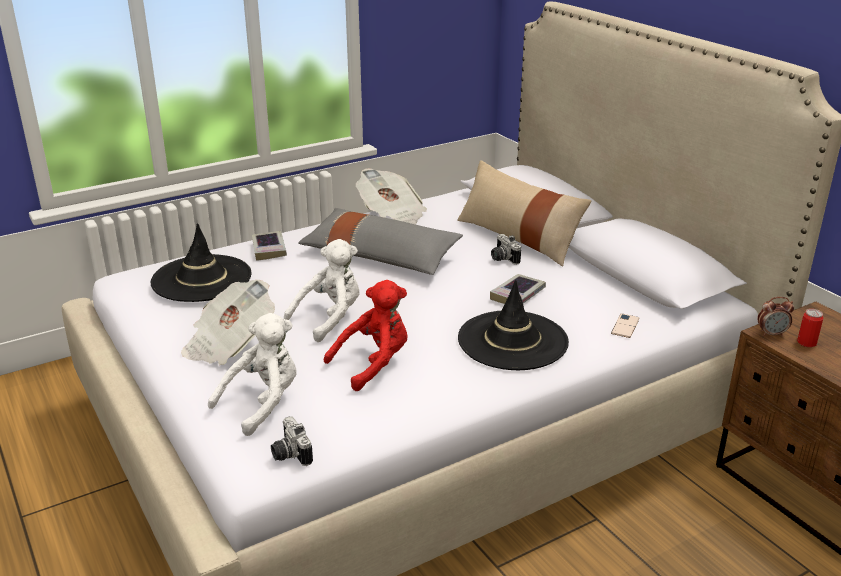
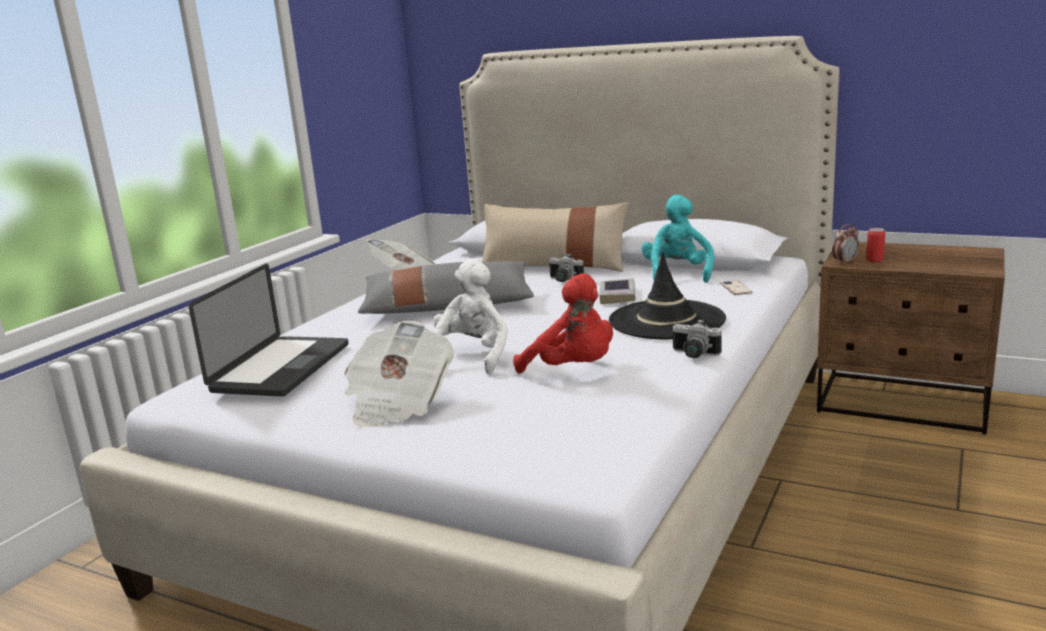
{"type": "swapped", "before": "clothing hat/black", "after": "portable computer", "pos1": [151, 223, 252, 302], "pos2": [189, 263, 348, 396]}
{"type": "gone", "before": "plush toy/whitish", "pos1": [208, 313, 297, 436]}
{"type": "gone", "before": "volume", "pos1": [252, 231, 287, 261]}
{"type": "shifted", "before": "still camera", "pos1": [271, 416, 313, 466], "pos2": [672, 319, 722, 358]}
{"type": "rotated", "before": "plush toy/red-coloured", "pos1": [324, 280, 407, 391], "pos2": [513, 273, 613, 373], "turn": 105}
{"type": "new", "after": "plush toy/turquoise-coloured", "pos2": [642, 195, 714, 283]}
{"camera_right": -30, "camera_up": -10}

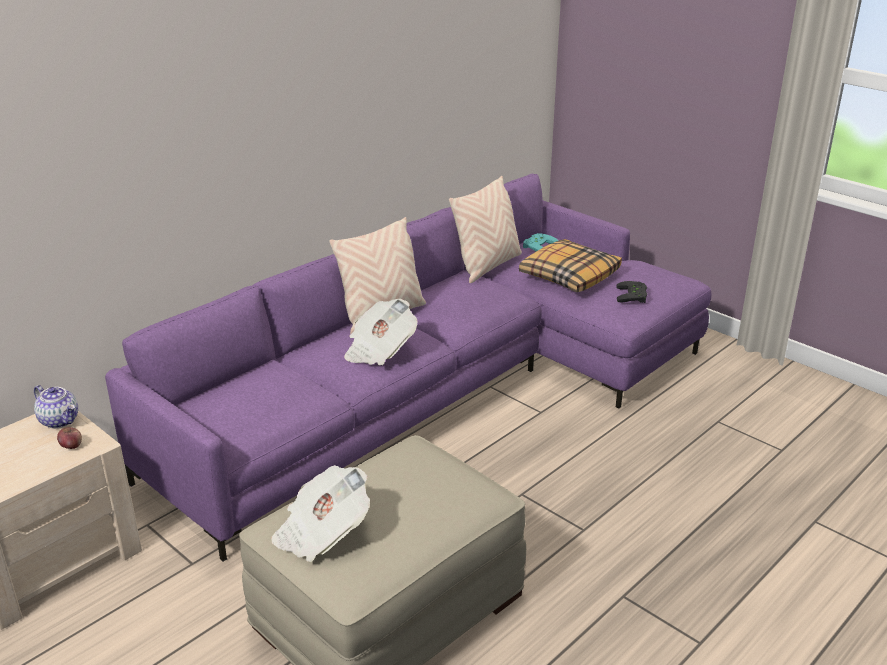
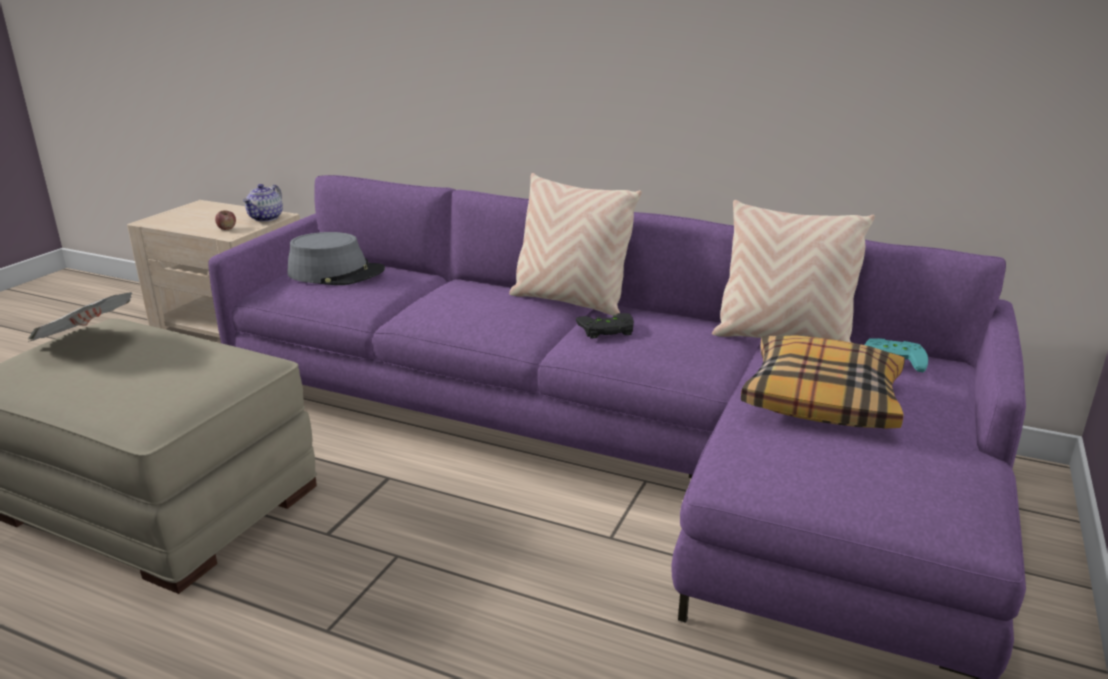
{"type": "gone", "before": "daily paper", "pos1": [344, 299, 417, 366]}
{"type": "shifted", "before": "joypad/black", "pos1": [616, 281, 647, 303], "pos2": [576, 313, 634, 339]}
{"type": "new", "after": "clothing hat/gray", "pos2": [287, 232, 385, 285]}
{"camera_right": 70, "camera_up": -5}

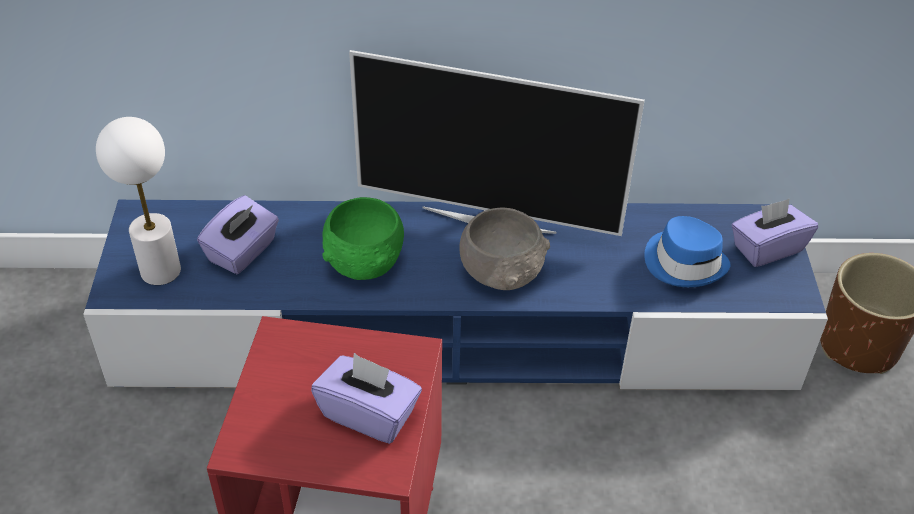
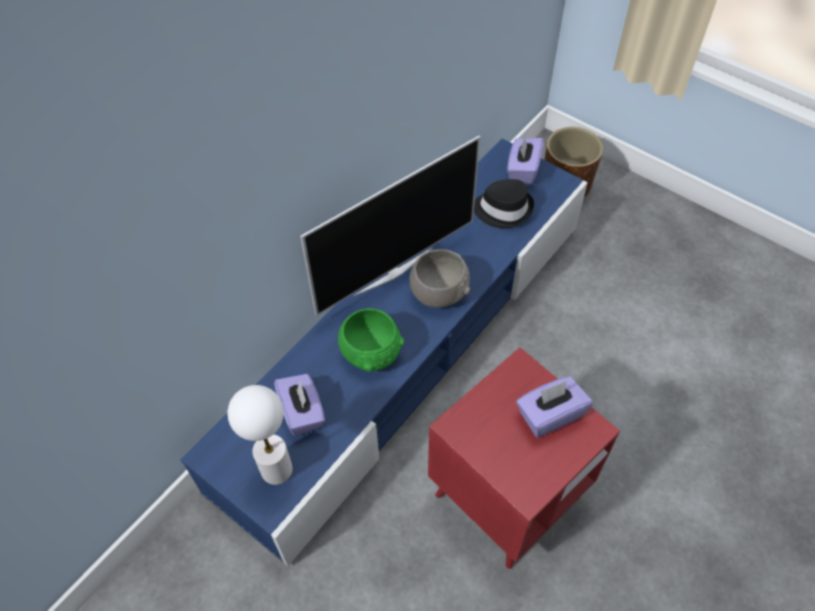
{"type": "repainted", "before": "clothing hat/blue-coloured", "after": "clothing hat/black", "pos1": [644, 216, 731, 287], "pos2": [474, 179, 534, 228]}
{"camera_right": -50, "camera_up": 10}

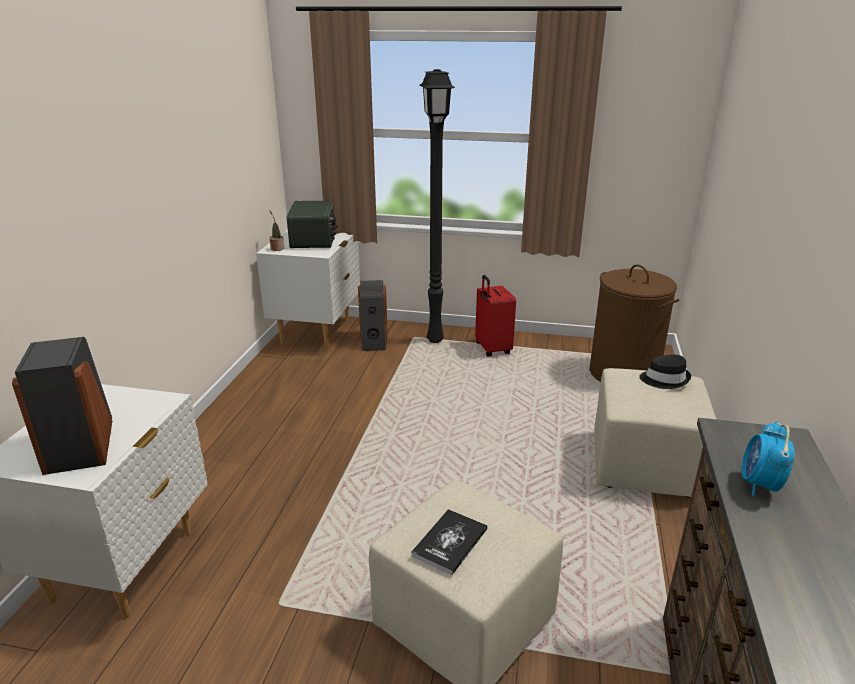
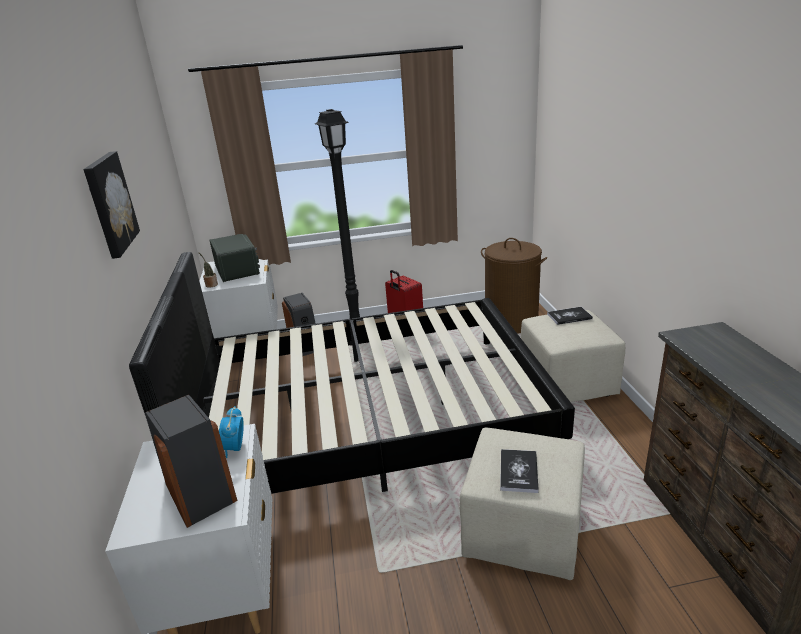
{"type": "swapped", "before": "clothing hat/black", "after": "volume", "pos1": [639, 355, 691, 389], "pos2": [547, 307, 593, 325]}
{"type": "shifted", "before": "alarm clock", "pos1": [742, 421, 794, 496], "pos2": [219, 406, 244, 458]}
{"type": "new", "after": "picture", "pos2": [83, 151, 140, 259]}
{"type": "new", "after": "bedroom bed/black", "pos2": [129, 252, 575, 494]}
{"camera_right": -20, "camera_up": 0}

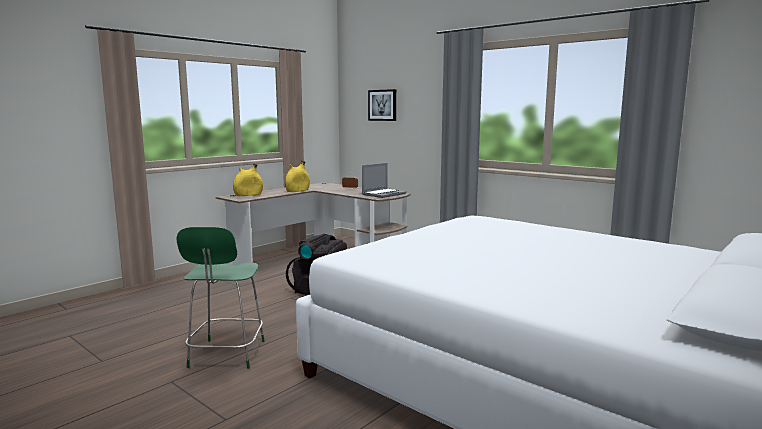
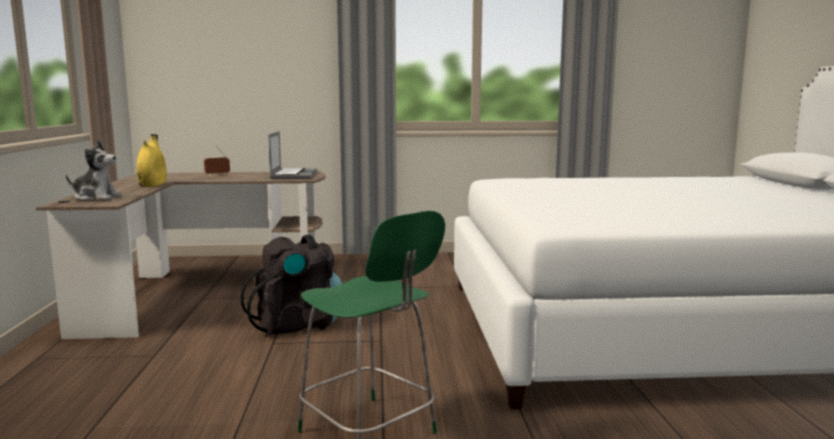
{"type": "swapped", "before": "decorative vase/yellow", "after": "plush toy", "pos1": [233, 163, 263, 196], "pos2": [66, 140, 122, 201]}
{"type": "gone", "before": "picture", "pos1": [368, 89, 396, 121]}
{"camera_right": -45, "camera_up": 0}

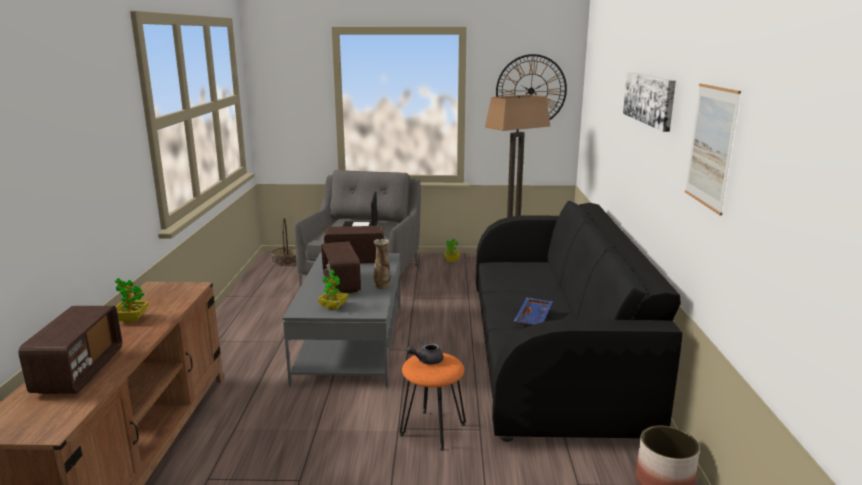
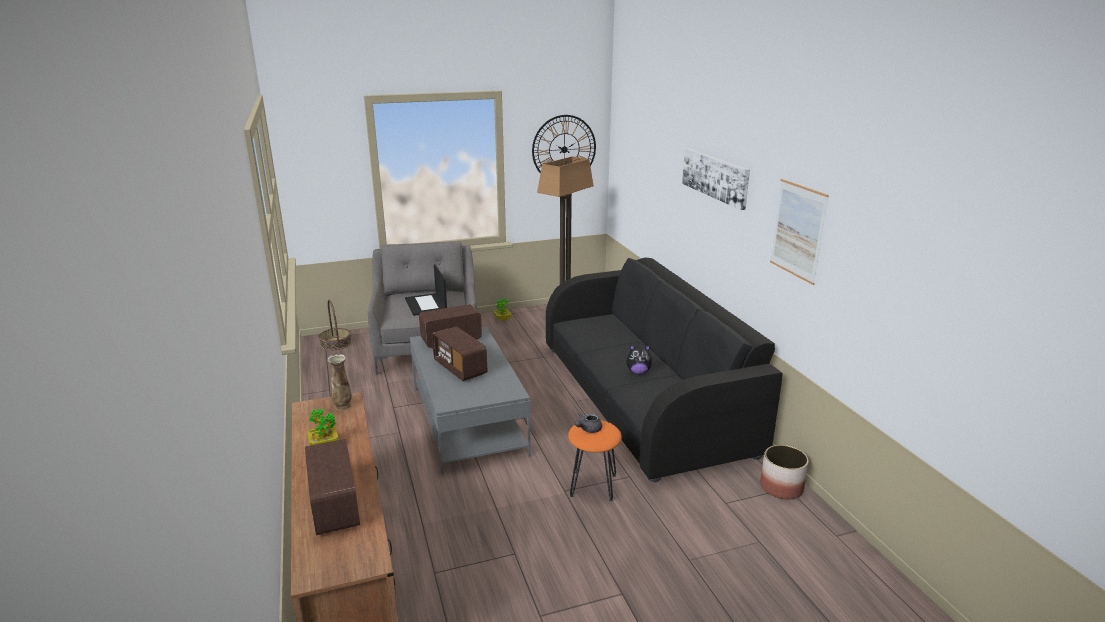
{"type": "gone", "before": "plant in a pot", "pos1": [318, 269, 348, 310]}
{"type": "shifted", "before": "decorative vase", "pos1": [374, 239, 391, 289], "pos2": [327, 354, 351, 410]}
{"type": "swapped", "before": "serving tray/blue-coloured", "after": "plush toy", "pos1": [514, 298, 553, 325], "pos2": [626, 345, 653, 374]}
{"camera_right": -20, "camera_up": 5}

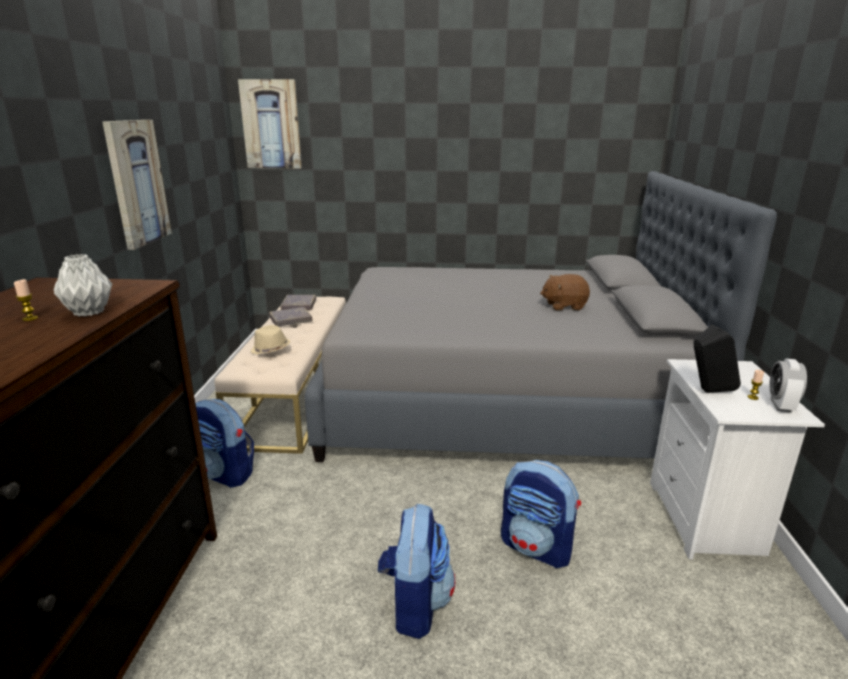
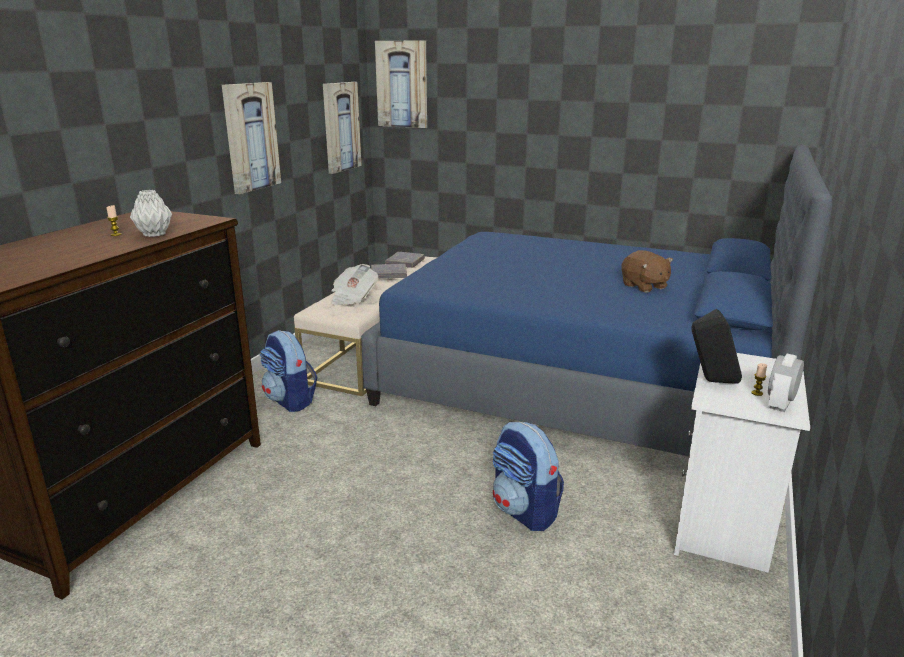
{"type": "swapped", "before": "clothing hat/beige-coloured", "after": "daily paper", "pos1": [251, 325, 290, 355], "pos2": [331, 264, 378, 305]}
{"type": "repainted", "before": "bedroom bed/gray", "after": "bedroom bed/blue-coloured", "pos1": [305, 171, 777, 462], "pos2": [361, 145, 832, 456]}
{"type": "gone", "before": "backpack", "pos1": [378, 504, 455, 639]}
{"type": "rotated", "before": "plush toy/brown-coloured", "pos1": [540, 274, 590, 311], "pos2": [621, 250, 673, 293], "turn": -135}
{"type": "new", "after": "picture", "pos2": [323, 82, 362, 174]}
{"camera_right": 20, "camera_up": 0}

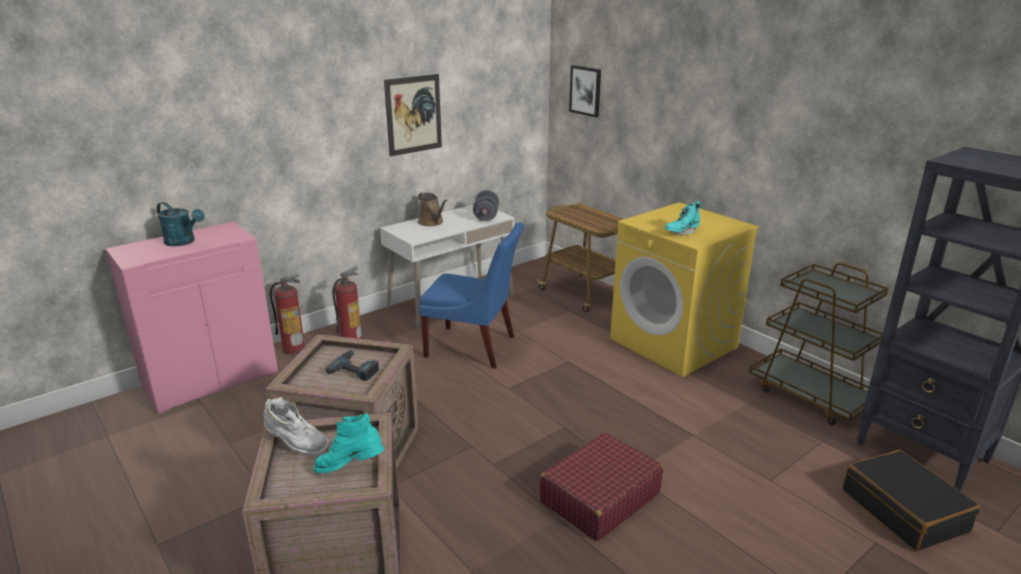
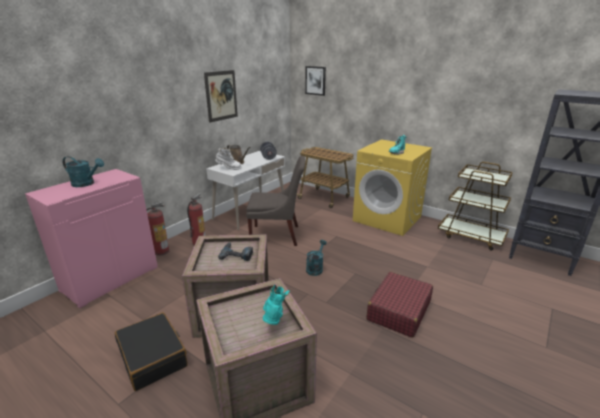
{"type": "shifted", "before": "boot/whitish", "pos1": [263, 397, 329, 455], "pos2": [215, 148, 242, 170]}
{"type": "rotated", "before": "boot/turquoise-coloured", "pos1": [314, 413, 385, 473], "pos2": [263, 284, 290, 325], "turn": 105}
{"type": "repainted", "before": "chair/blue-coloured", "after": "chair/gray", "pos1": [419, 222, 524, 369], "pos2": [246, 156, 305, 246]}
{"type": "shifted", "before": "suitcase/black", "pos1": [842, 450, 980, 551], "pos2": [115, 312, 188, 391]}
{"type": "new", "after": "watering pot/turquoise-coloured", "pos2": [306, 240, 327, 276]}
{"camera_right": -15, "camera_up": 0}

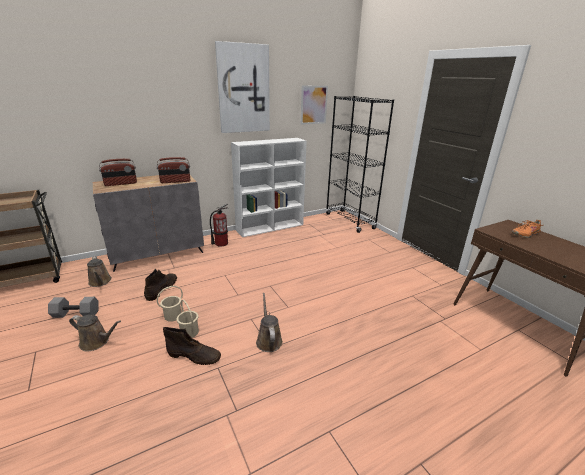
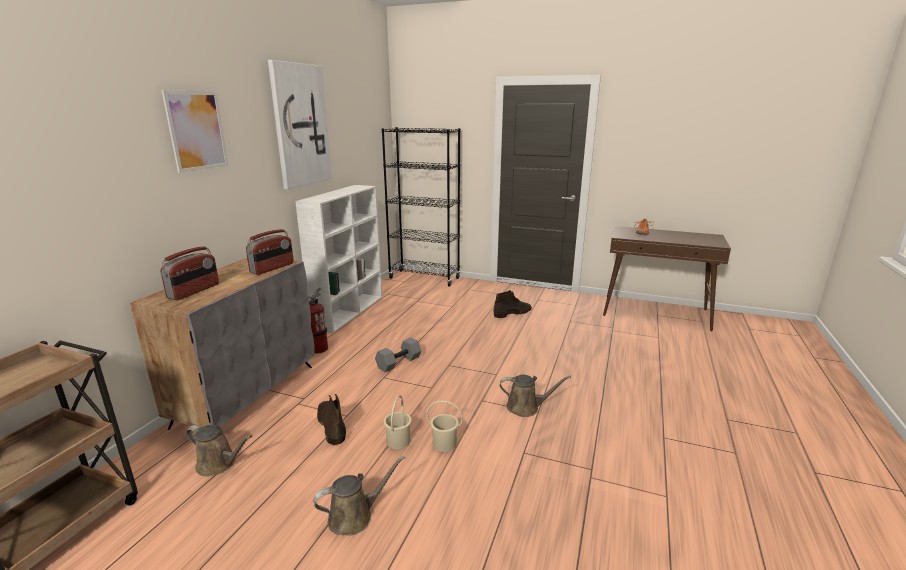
{"type": "shifted", "before": "free weight/gray", "pos1": [48, 297, 99, 318], "pos2": [375, 337, 421, 372]}
{"type": "shifted", "before": "boot/brown-coloured", "pos1": [163, 327, 221, 365], "pos2": [493, 290, 532, 318]}
{"type": "rotated", "before": "watering pot/brown-coloured", "pos1": [256, 293, 283, 352], "pos2": [500, 375, 571, 417], "turn": 150}
{"type": "shifted", "before": "picture", "pos1": [301, 86, 328, 125], "pos2": [162, 90, 228, 173]}
{"camera_right": -40, "camera_up": -5}

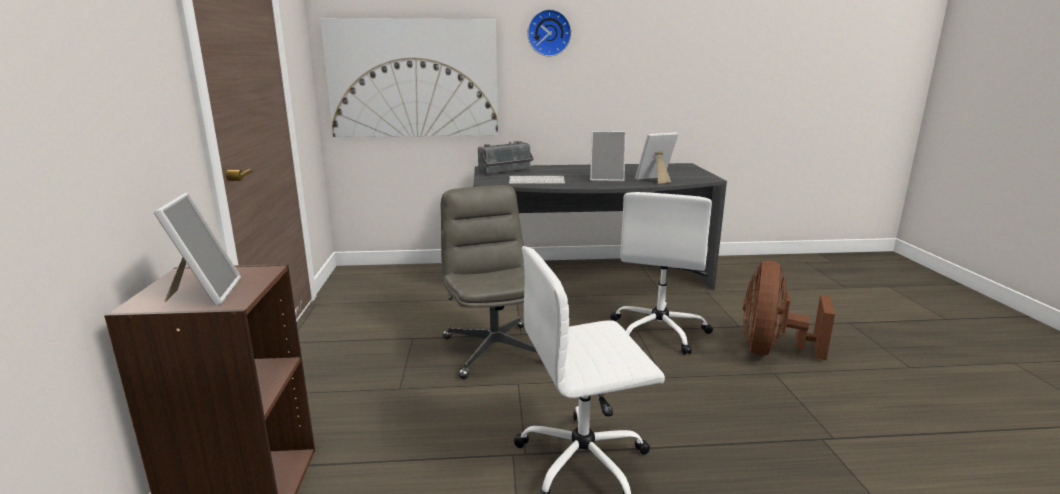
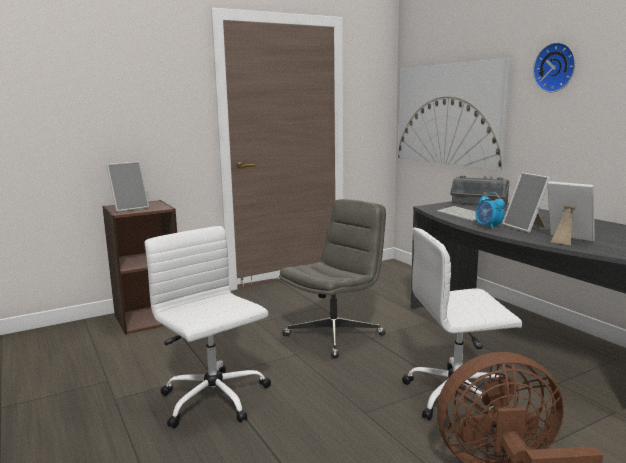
{"type": "new", "after": "alarm clock", "pos2": [475, 192, 505, 230]}
{"camera_right": 65, "camera_up": -5}

